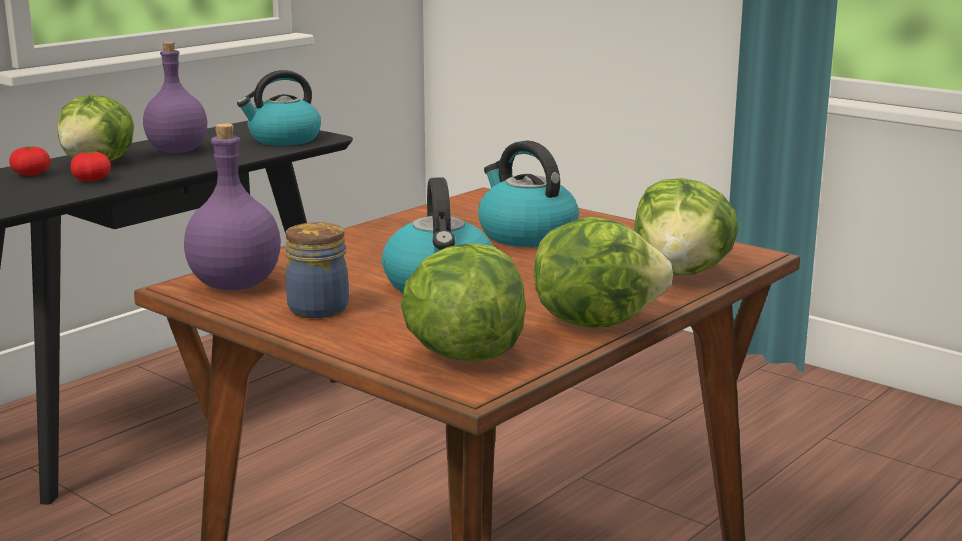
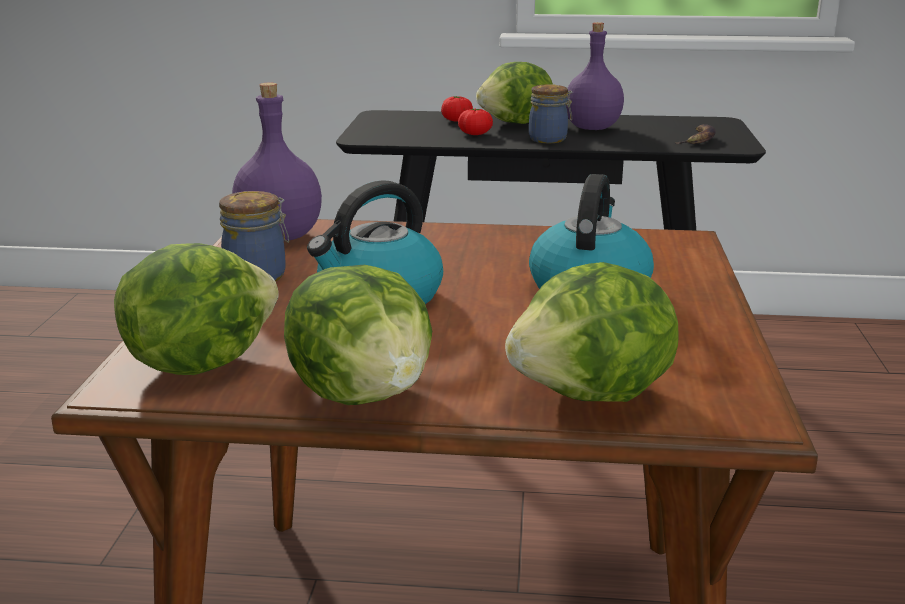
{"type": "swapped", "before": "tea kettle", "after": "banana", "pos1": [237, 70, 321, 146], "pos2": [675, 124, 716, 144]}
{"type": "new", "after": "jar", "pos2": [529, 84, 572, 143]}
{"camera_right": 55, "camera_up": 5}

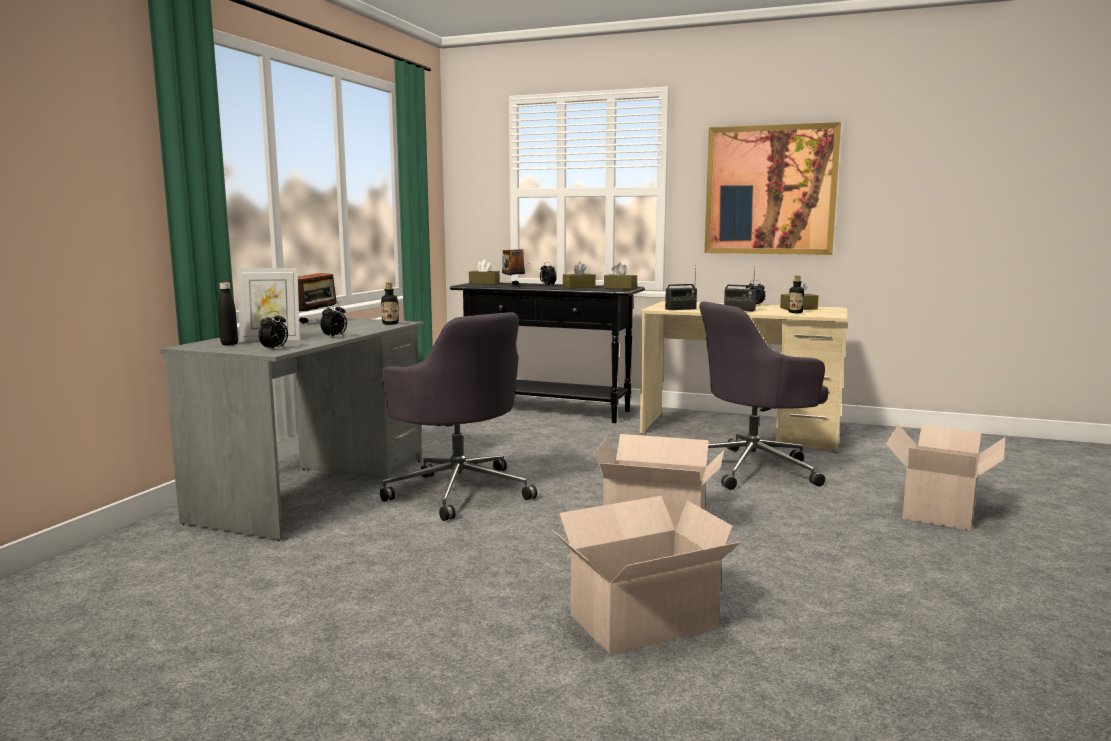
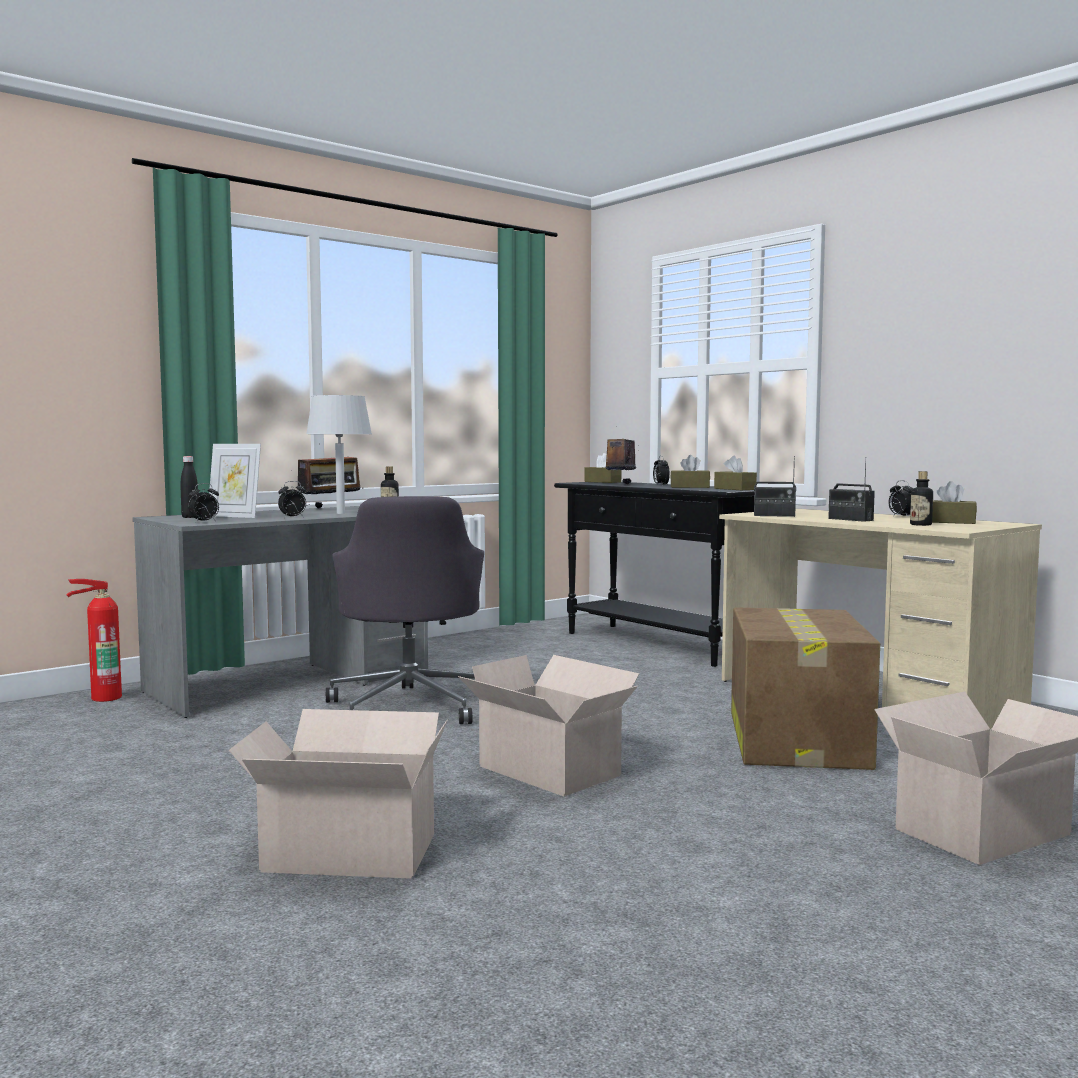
{"type": "swapped", "before": "office chair/gray", "after": "cardboard box", "pos1": [699, 302, 828, 490], "pos2": [731, 607, 880, 770]}
{"type": "gone", "before": "picture", "pos1": [705, 122, 841, 255]}
{"type": "new", "after": "fire extinguisher", "pos2": [66, 579, 122, 702]}
{"type": "new", "after": "table lamp/gray", "pos2": [306, 395, 372, 514]}
{"camera_right": 30, "camera_up": -5}

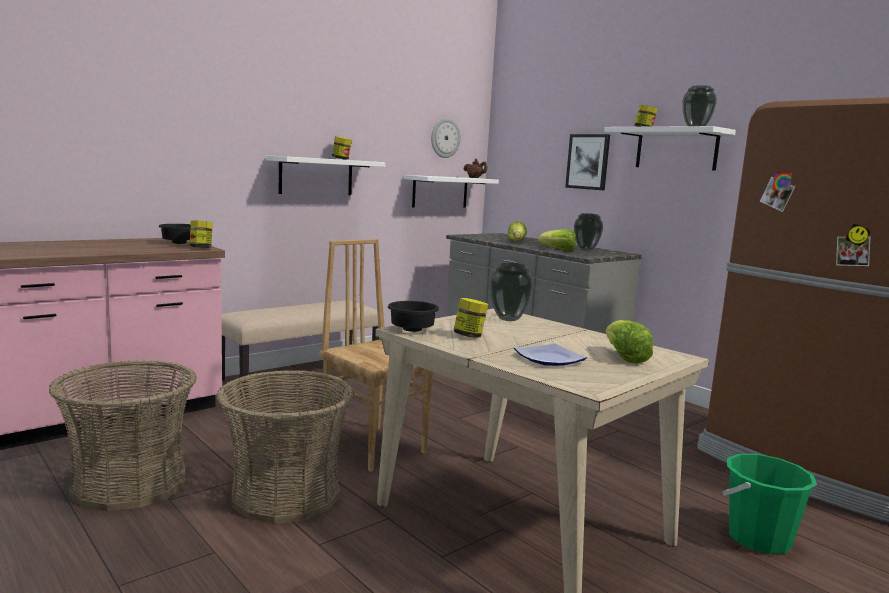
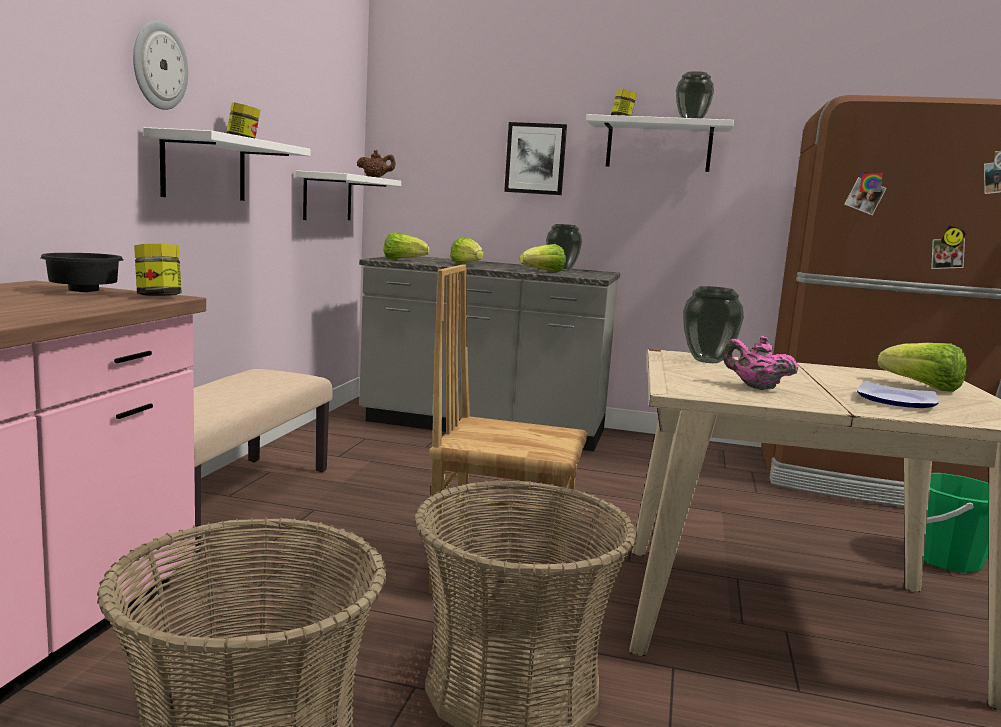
{"type": "gone", "before": "deep dish/black", "pos1": [388, 301, 439, 332]}
{"type": "shifted", "before": "wall clock", "pos1": [431, 118, 461, 158], "pos2": [133, 21, 188, 110]}
{"type": "swapped", "before": "jar", "after": "tea pot/pinkish", "pos1": [454, 298, 488, 337], "pos2": [723, 336, 798, 390]}
{"type": "new", "after": "head of lettuce", "pos2": [384, 232, 430, 260]}
{"camera_right": -35, "camera_up": 0}

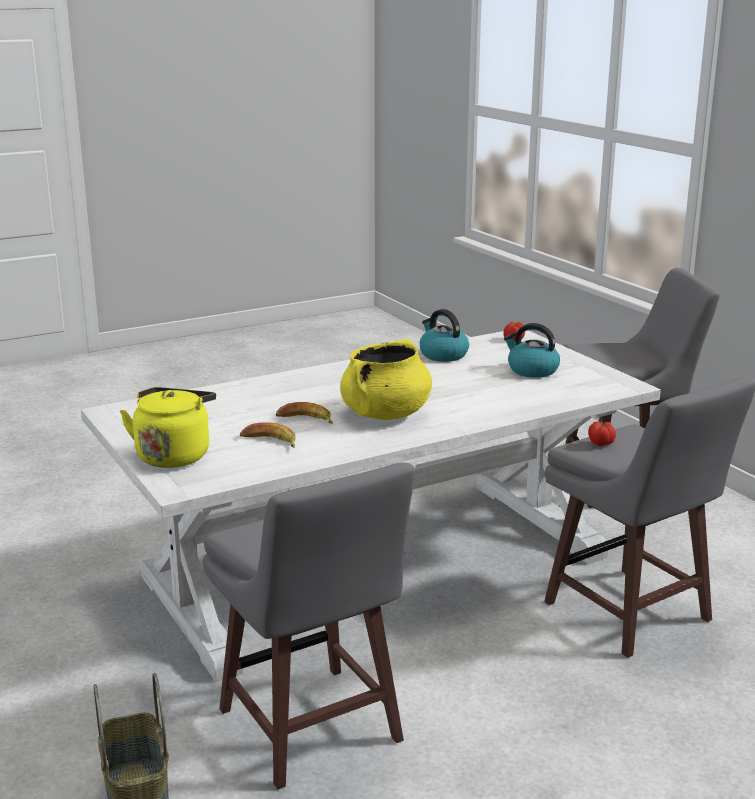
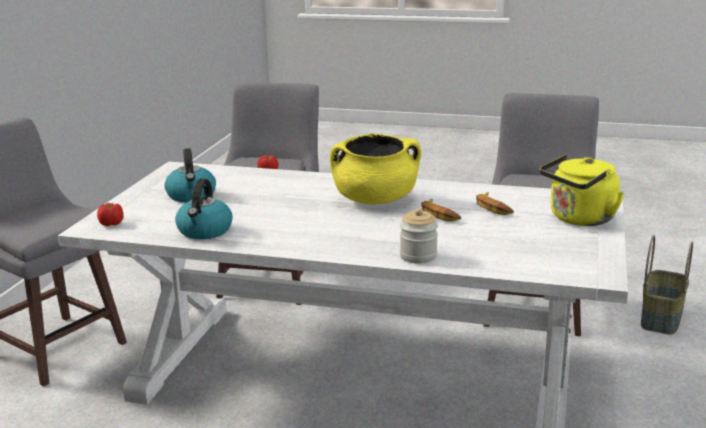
{"type": "new", "after": "jar", "pos2": [400, 208, 438, 264]}
{"camera_right": -135, "camera_up": 0}

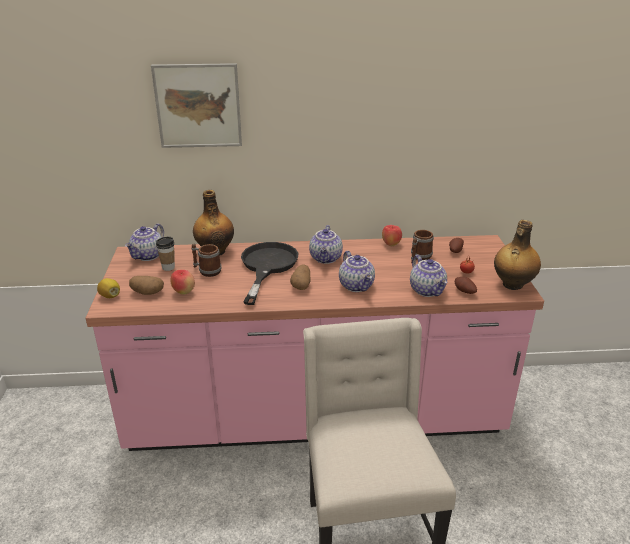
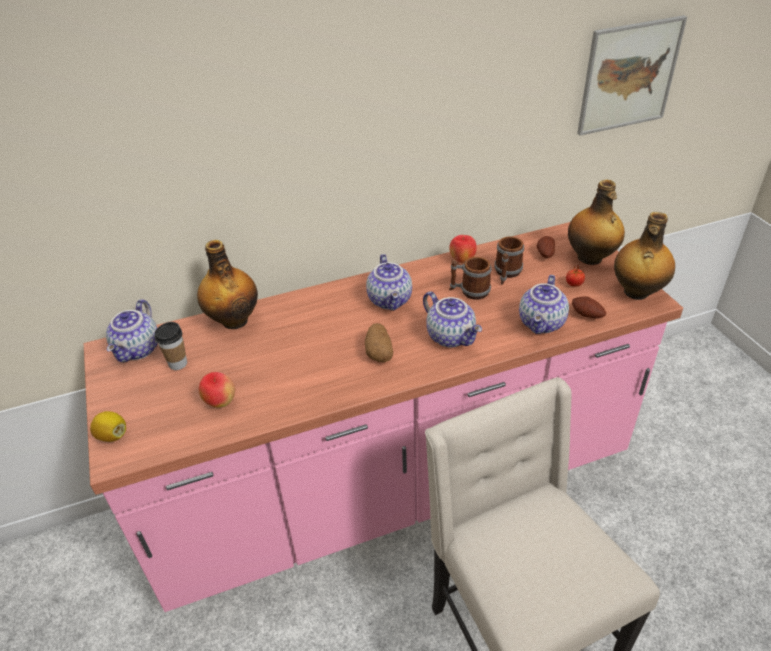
{"type": "gone", "before": "whole potato", "pos1": [129, 276, 164, 295]}
{"type": "shifted", "before": "picture", "pos1": [151, 63, 242, 148], "pos2": [577, 15, 687, 136]}
{"type": "shifted", "before": "mug", "pos1": [191, 244, 222, 277], "pos2": [449, 257, 492, 300]}
{"type": "gone", "before": "skillet/black", "pos1": [241, 242, 298, 305]}
{"type": "rotated", "before": "tea pot", "pos1": [410, 255, 447, 297], "pos2": [519, 275, 569, 334], "turn": 60}
{"type": "new", "after": "beverage bottle", "pos2": [568, 180, 625, 265]}
{"camera_right": -15, "camera_up": 10}

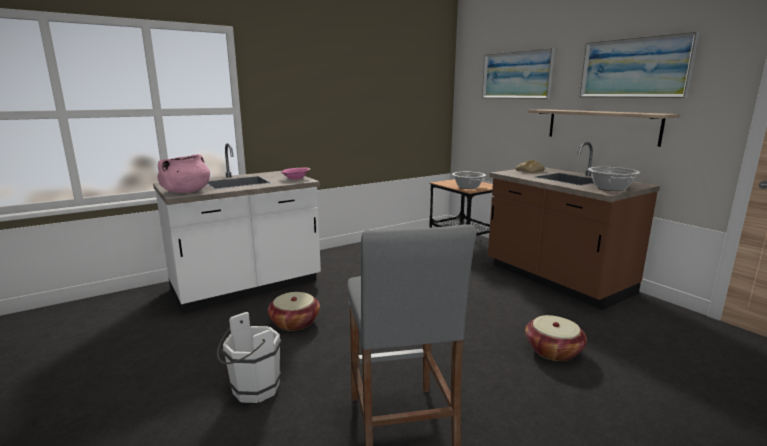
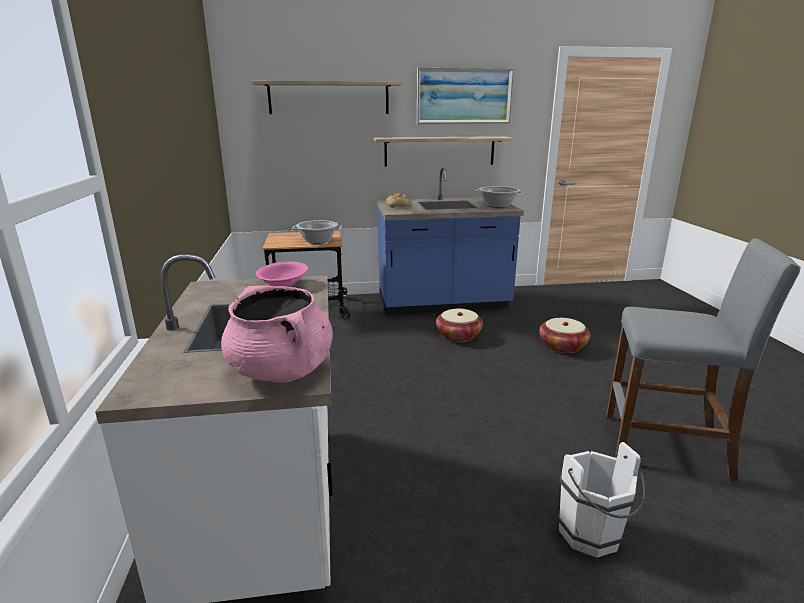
{"type": "shifted", "before": "storage basket", "pos1": [268, 292, 320, 331], "pos2": [436, 308, 483, 342]}
{"type": "swapped", "before": "picture", "after": "wall shelf", "pos1": [482, 48, 555, 99], "pos2": [251, 81, 403, 114]}
{"type": "repainted", "before": "kitchen counter/brown-coloured", "after": "kitchen counter/blue-coloured", "pos1": [488, 142, 660, 310], "pos2": [377, 168, 524, 315]}
{"camera_right": -65, "camera_up": 5}

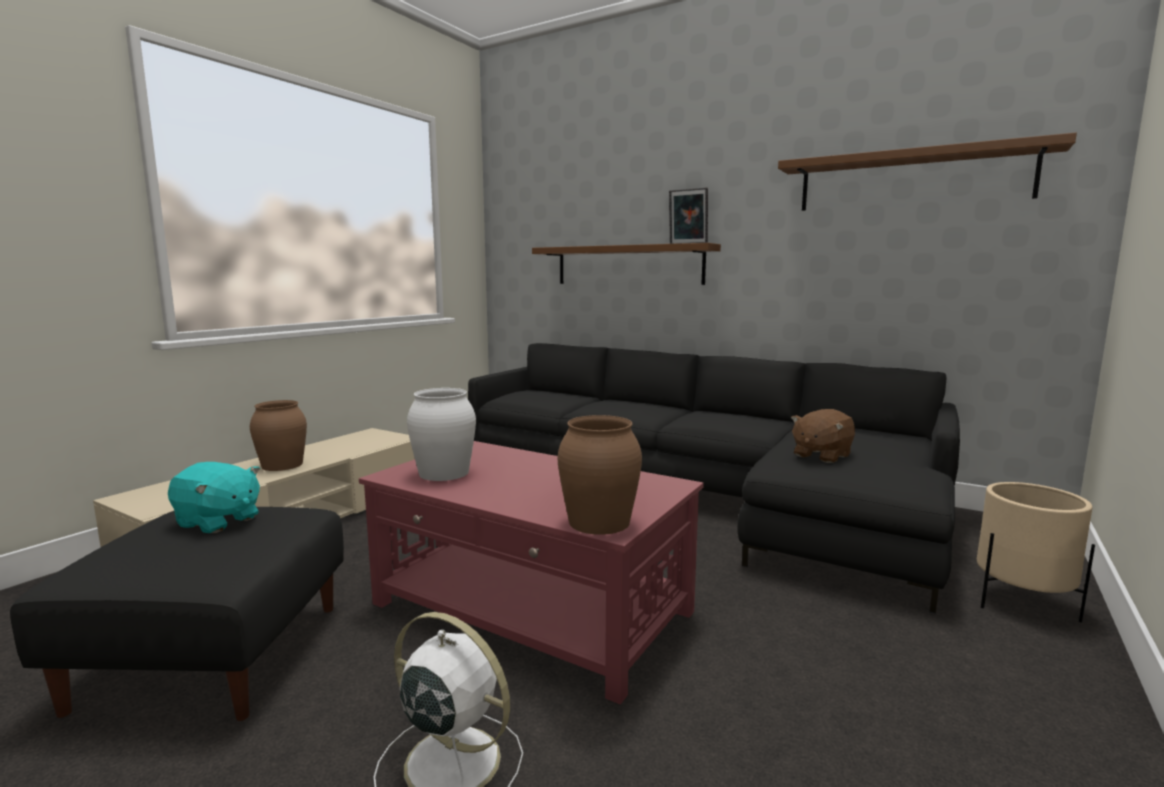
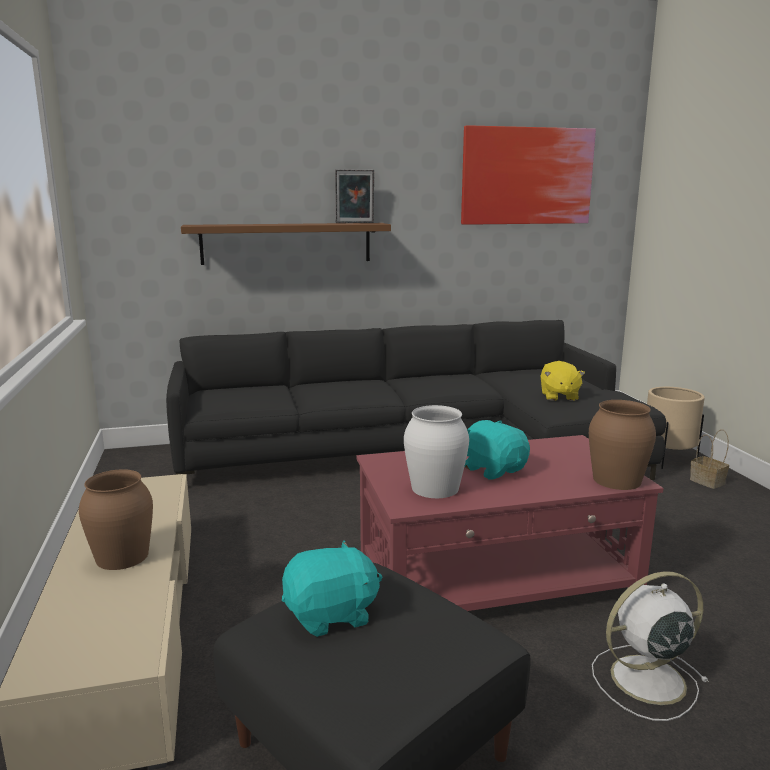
{"type": "swapped", "before": "wall shelf/brown-coloured", "after": "picture", "pos1": [778, 133, 1077, 211], "pos2": [461, 125, 596, 225]}
{"type": "repainted", "before": "plush toy/brown-coloured", "after": "plush toy/yellow", "pos1": [791, 409, 855, 463], "pos2": [540, 361, 585, 401]}
{"type": "new", "after": "plush toy/turquoise-coloured", "pos2": [464, 420, 530, 480]}
{"type": "new", "after": "storage basket", "pos2": [690, 429, 729, 489]}
{"camera_right": -45, "camera_up": 5}

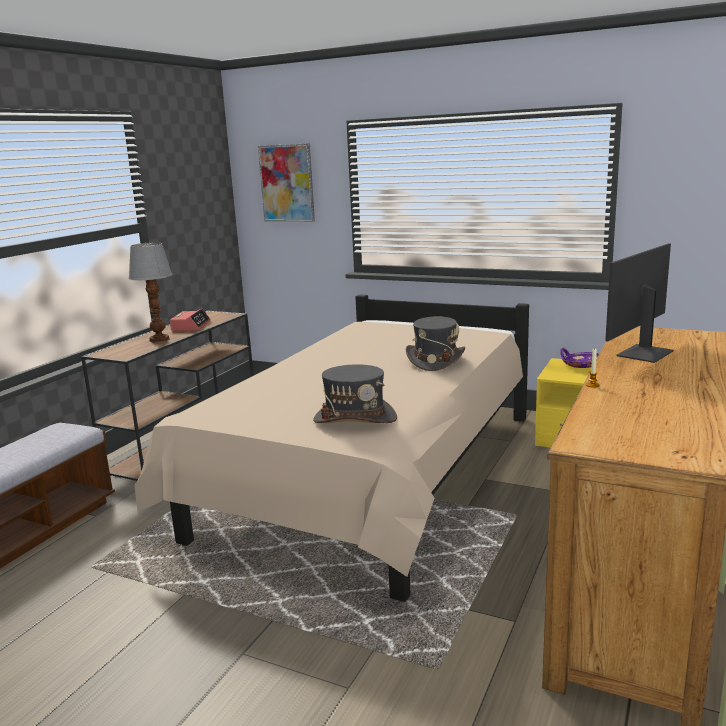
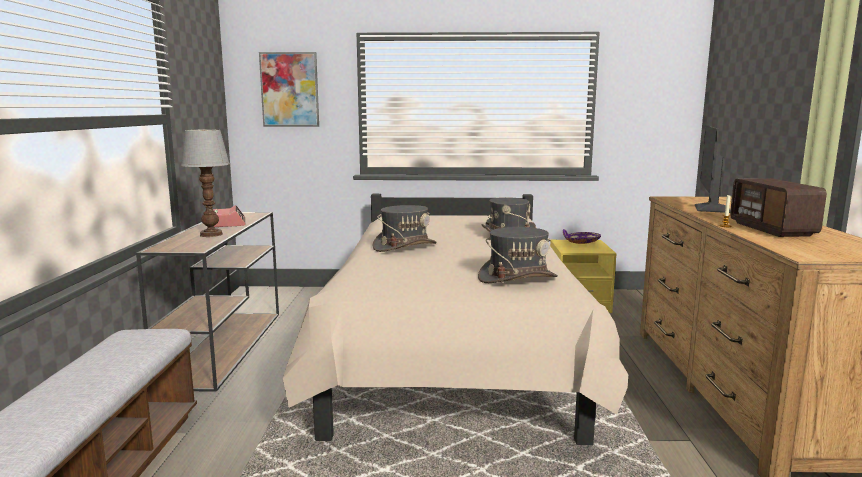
{"type": "new", "after": "clothing hat/gray", "pos2": [373, 205, 437, 252]}
{"type": "new", "after": "radio set", "pos2": [730, 178, 827, 237]}
{"camera_right": -25, "camera_up": -5}

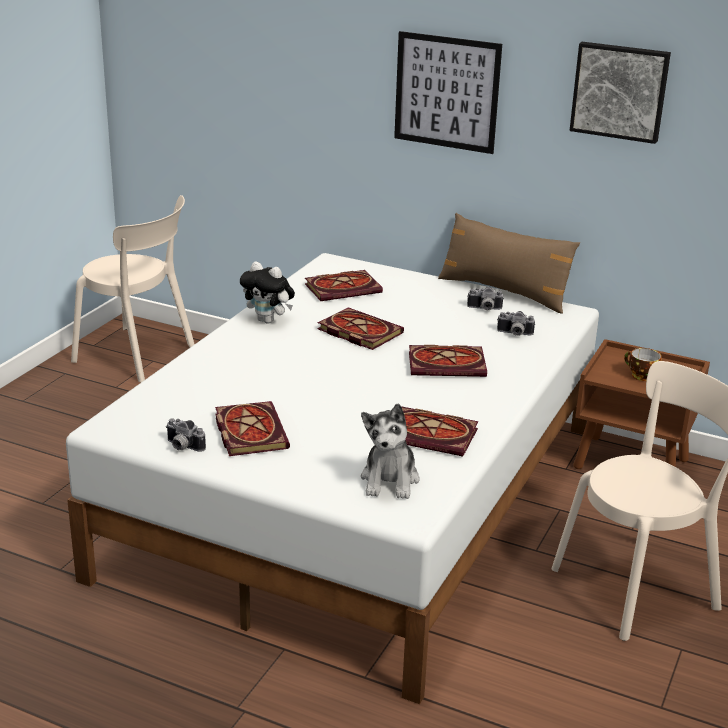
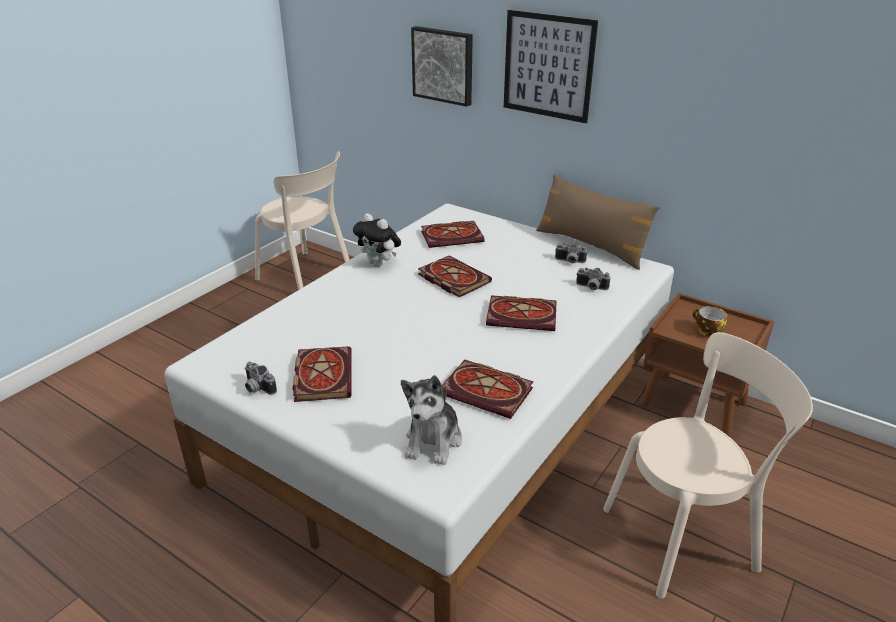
{"type": "shifted", "before": "picture", "pos1": [570, 42, 671, 144], "pos2": [411, 26, 473, 107]}
{"camera_right": 10, "camera_up": 5}

